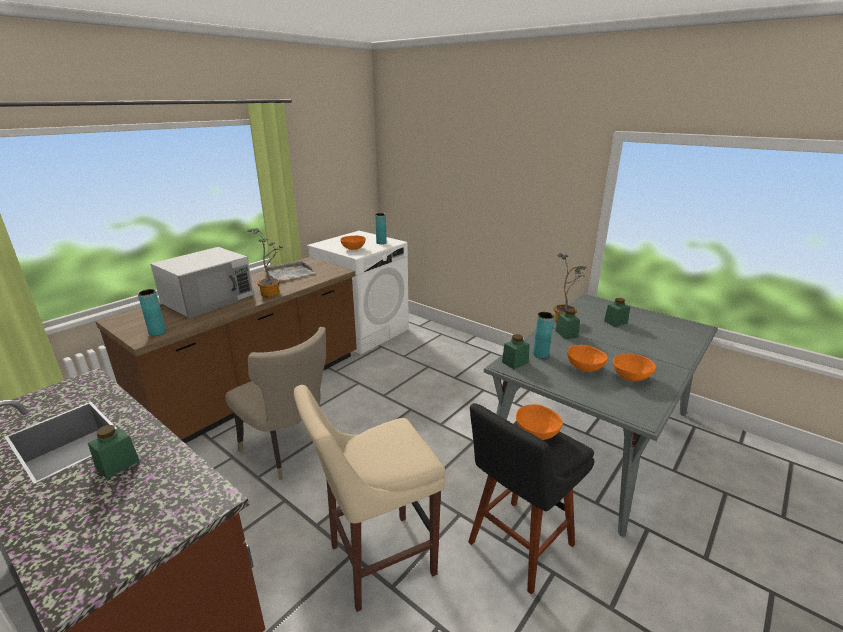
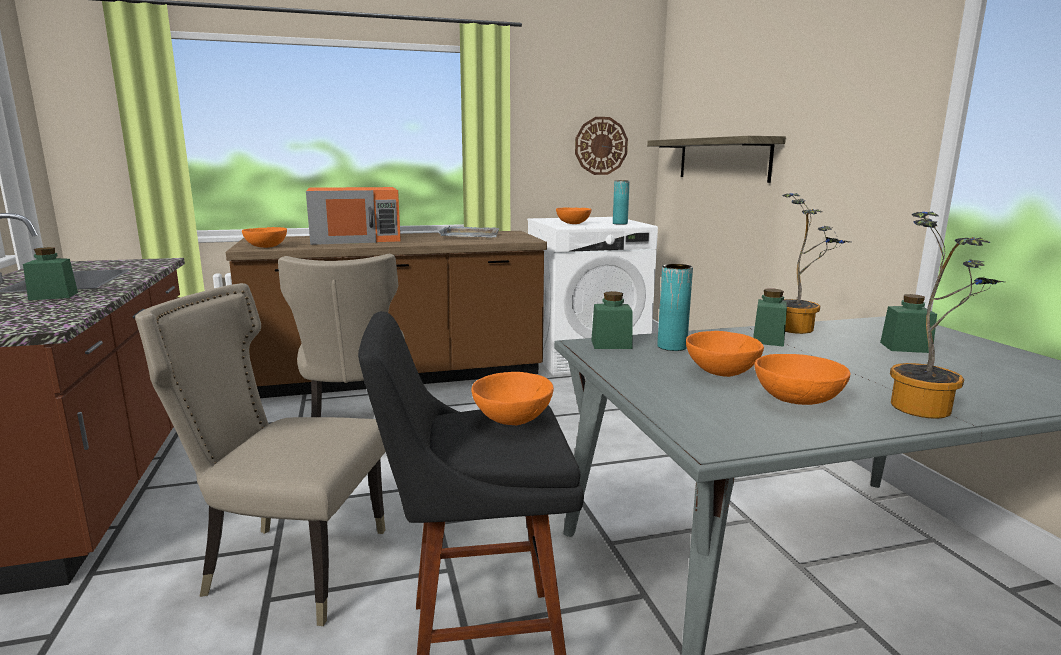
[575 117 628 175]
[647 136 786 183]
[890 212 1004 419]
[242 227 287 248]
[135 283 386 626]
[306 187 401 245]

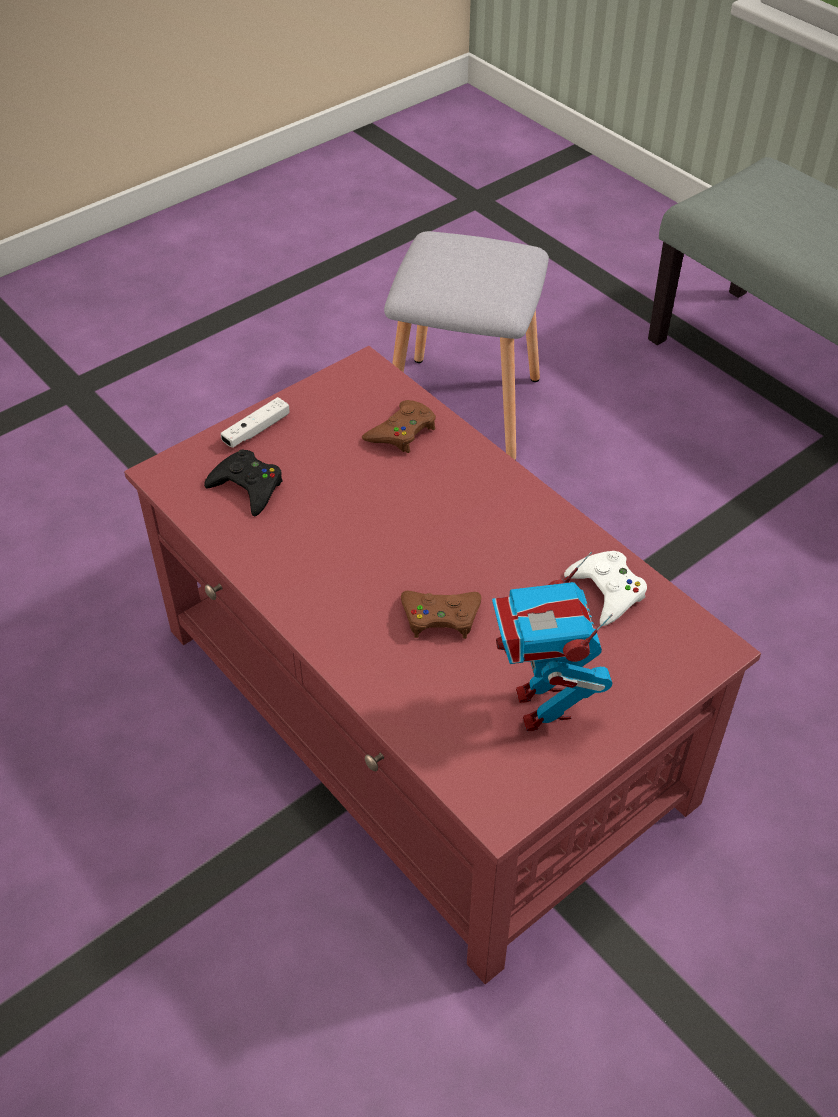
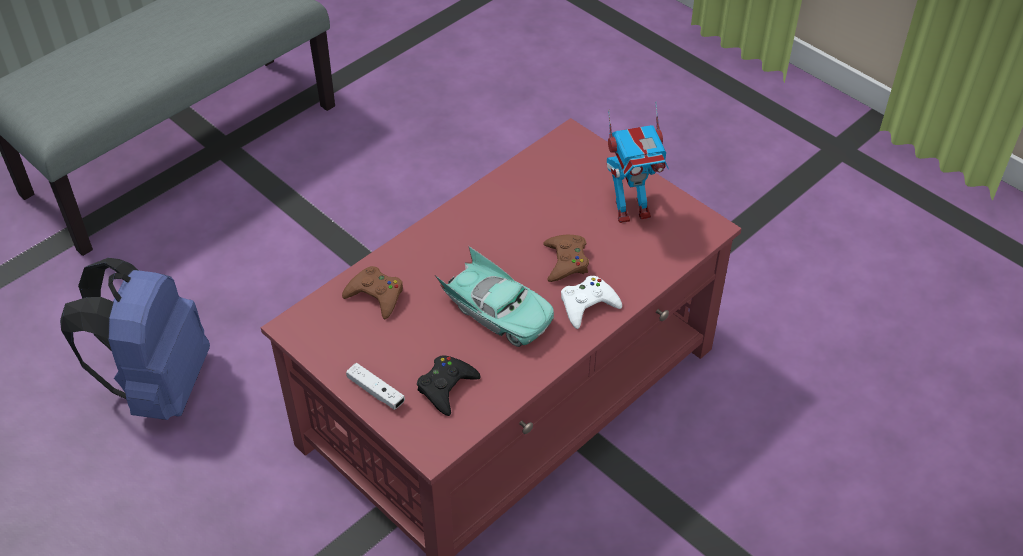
[435 246 554 347]
[561 276 622 329]
[60 258 210 420]

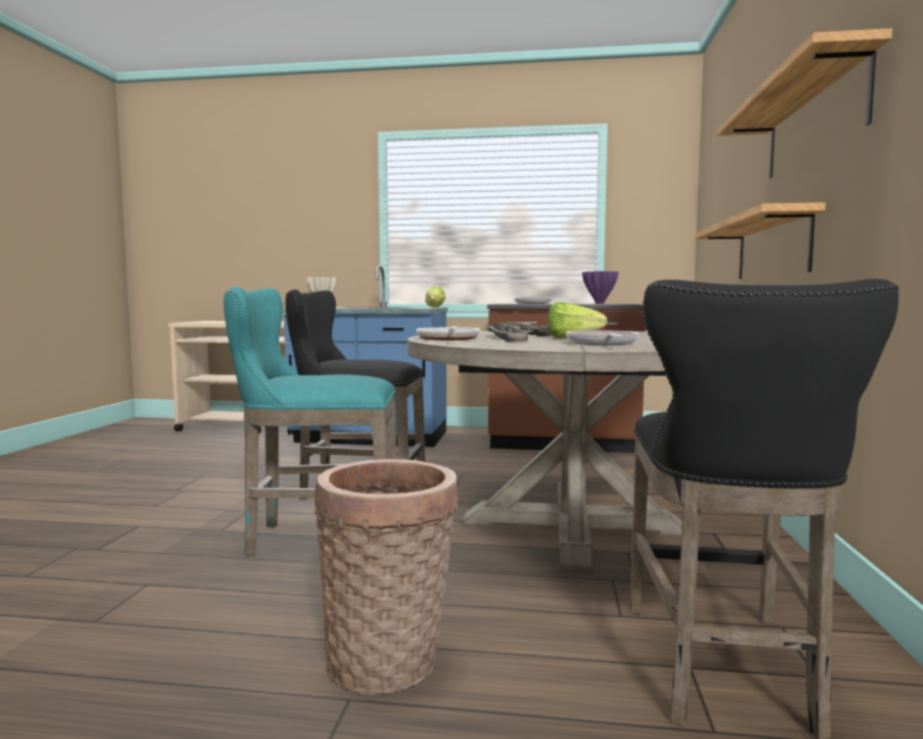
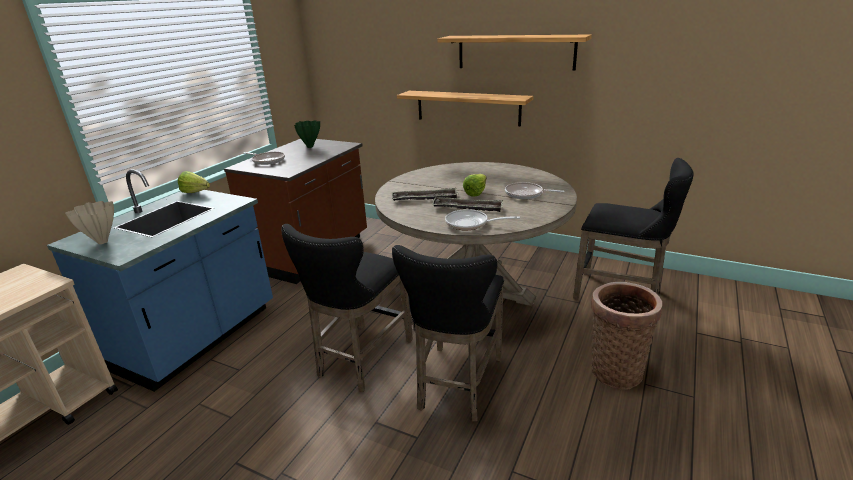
[392 245 504 422]
[294 120 320 148]

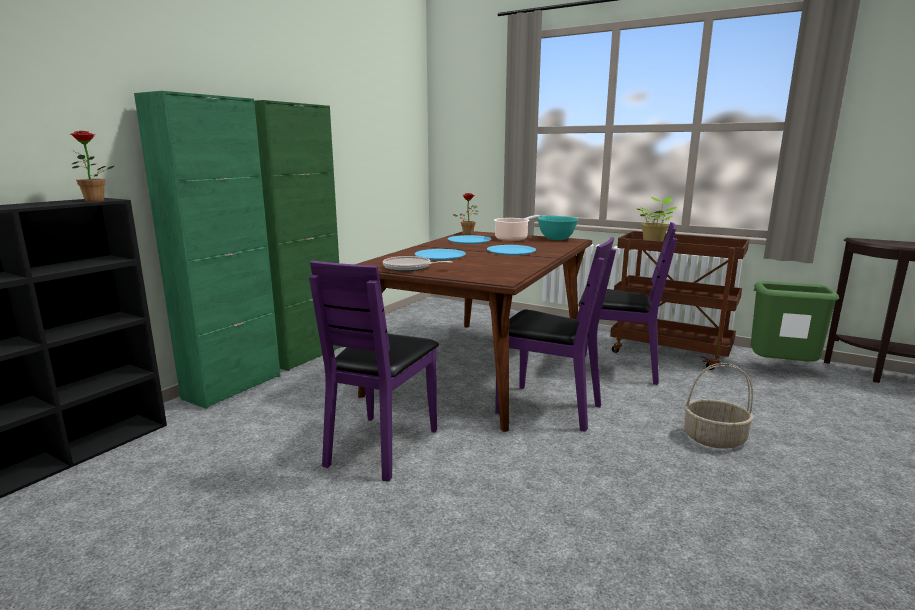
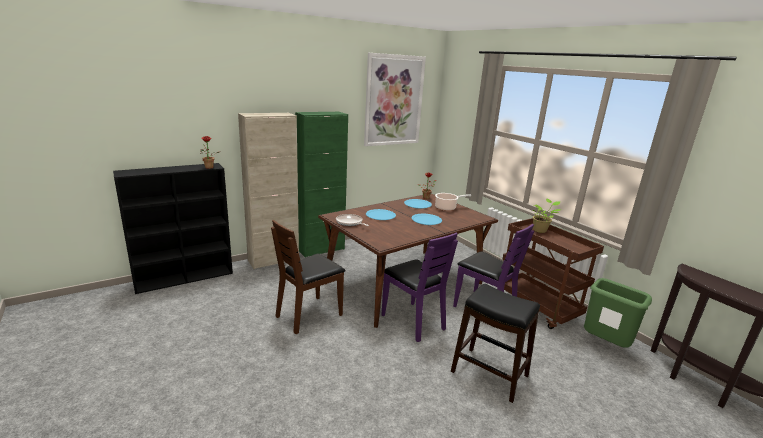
[537 215 578 240] (first image)
[364 53 426 146]
[451 284 540 403]
[238 113 299 269]
[271 220 345 334]

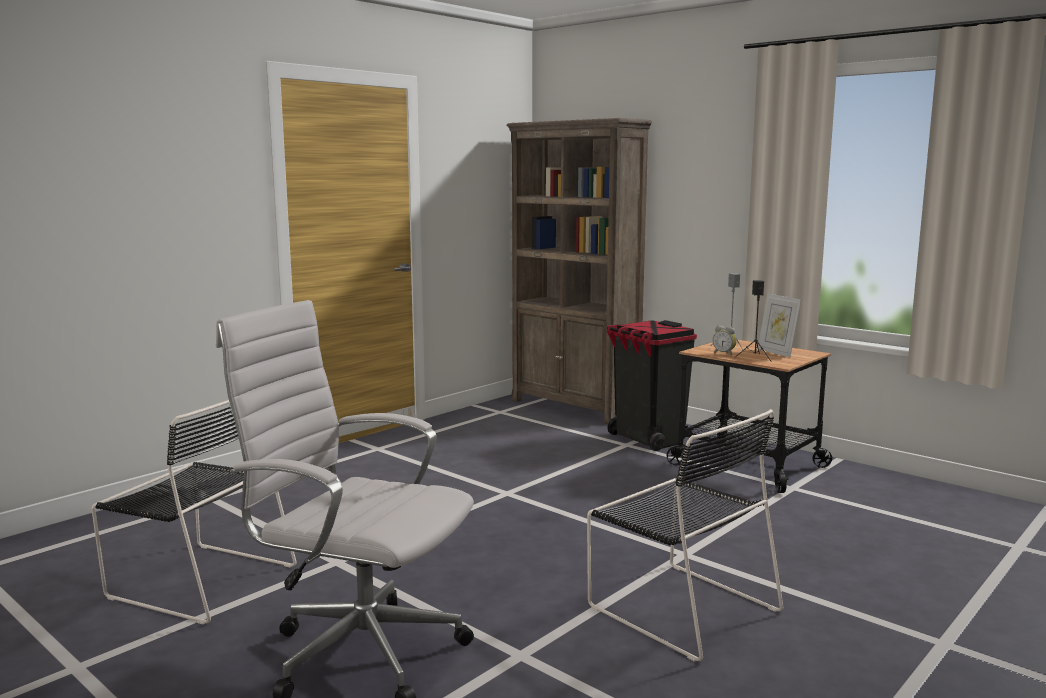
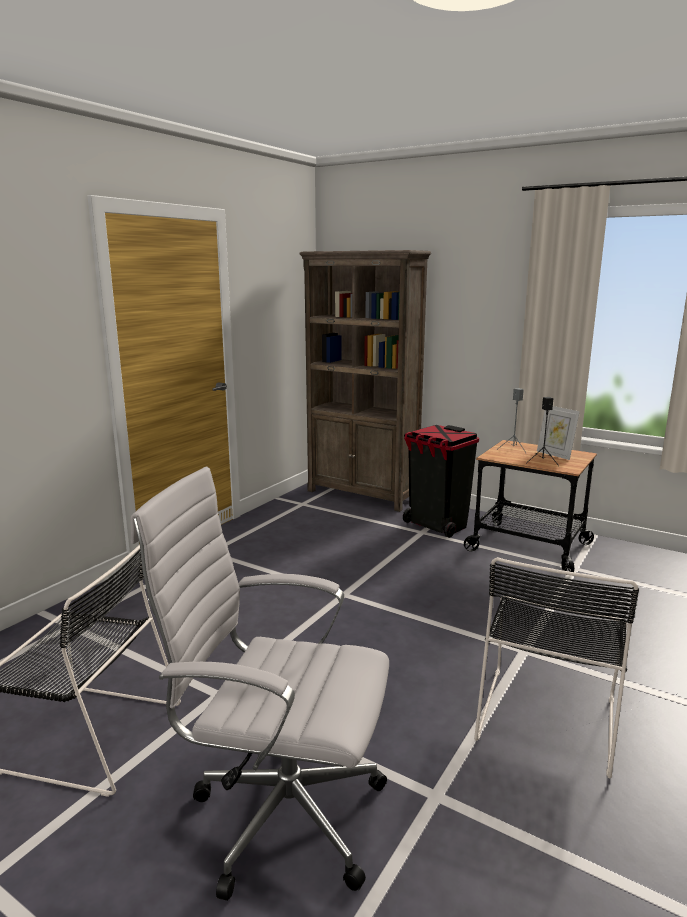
[713 325 737 356] (first image)
[474 557 639 779]

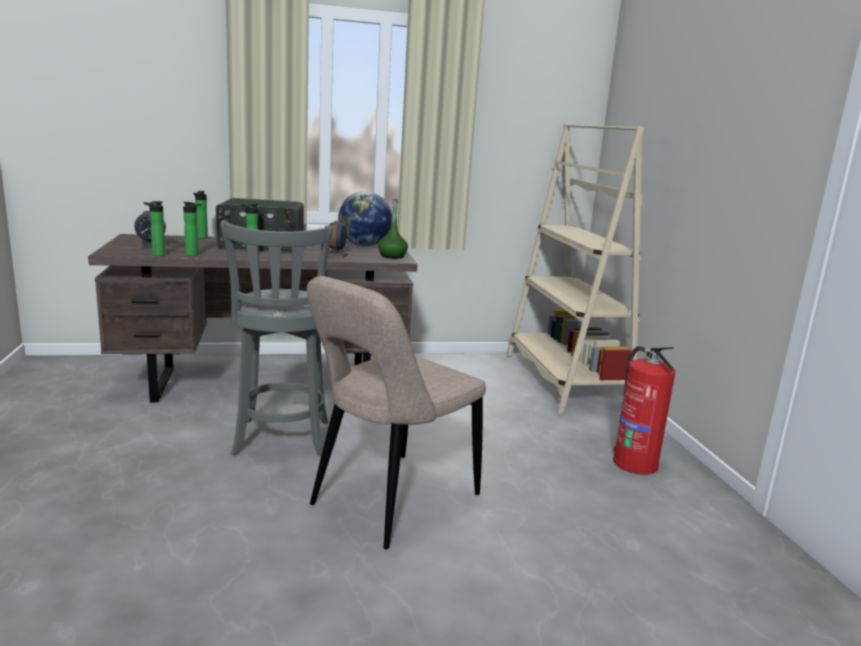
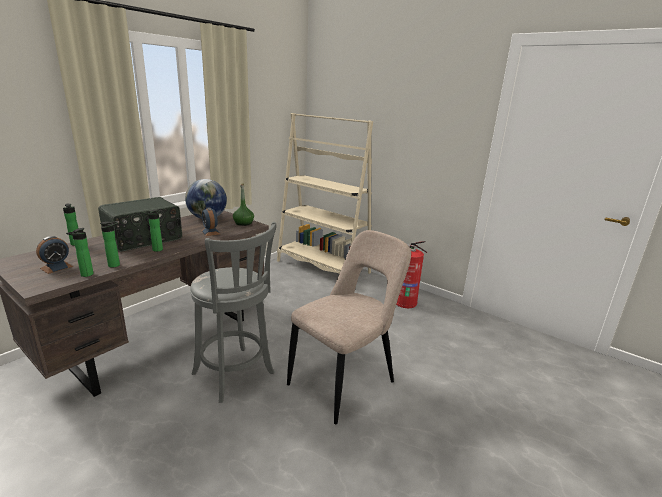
[287 230 411 424]

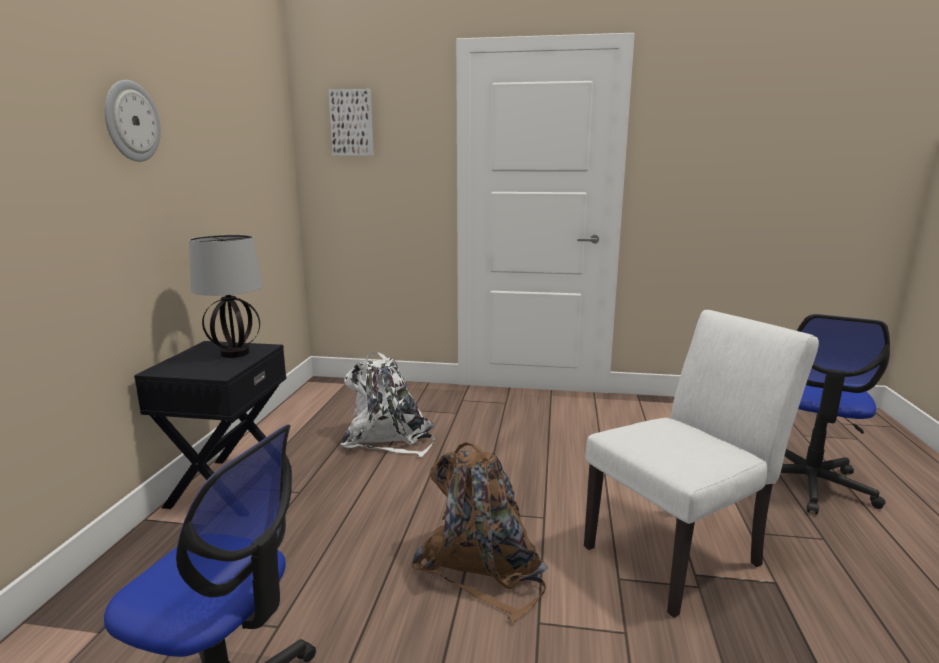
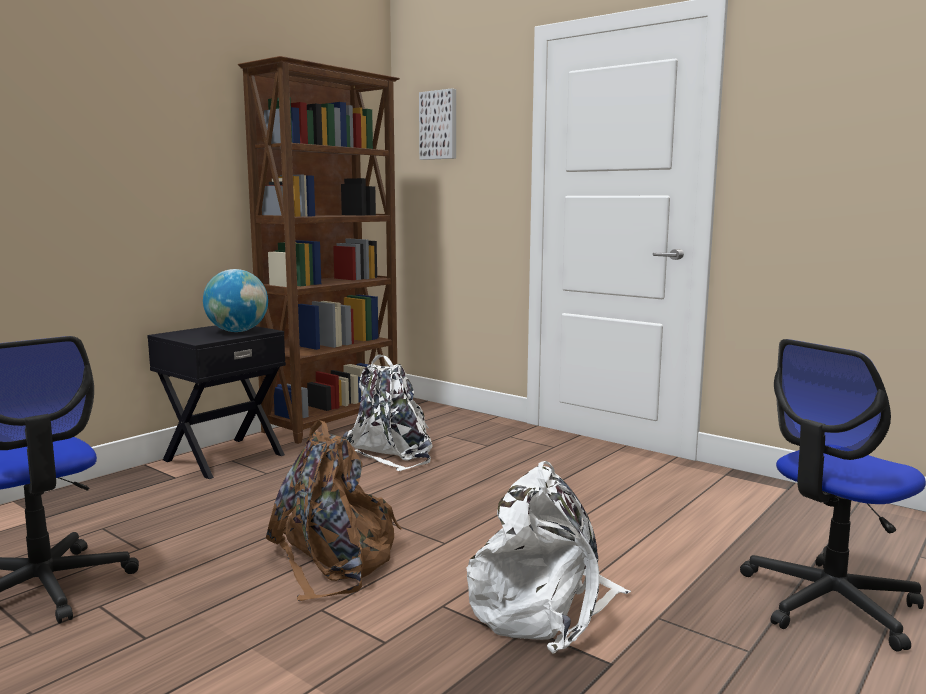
[104 80 161 162] (first image)
[238 56 400 444]
[203 269 268 332]
[466 461 631 654]

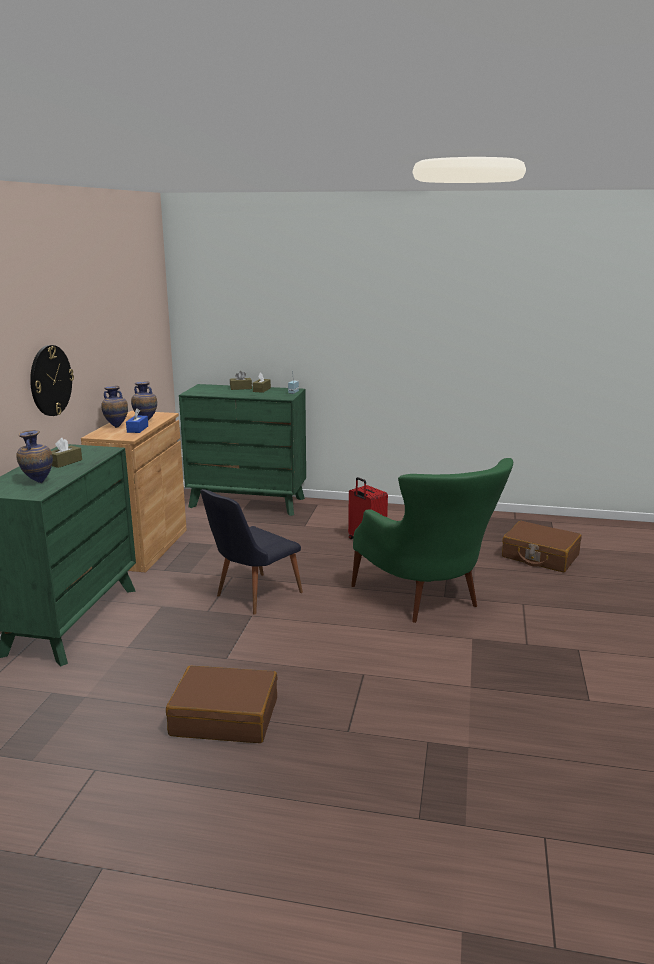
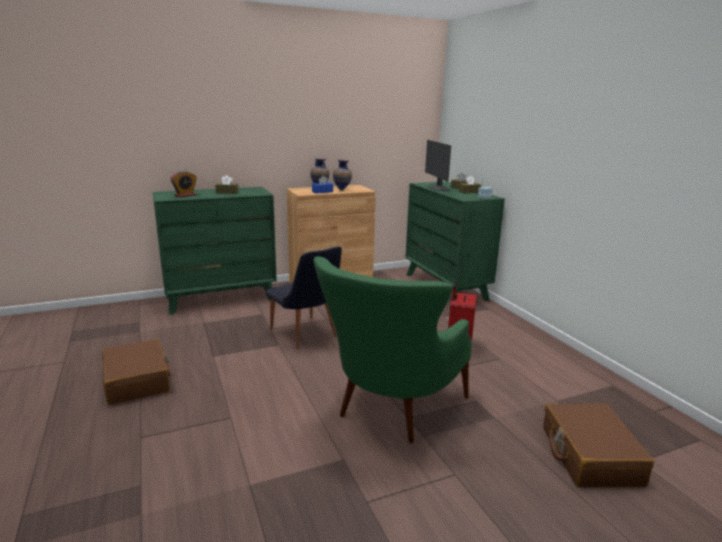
[30 345 74 416] (first image)
[425 140 451 191]
[170 171 197 197]
[266 246 342 349]

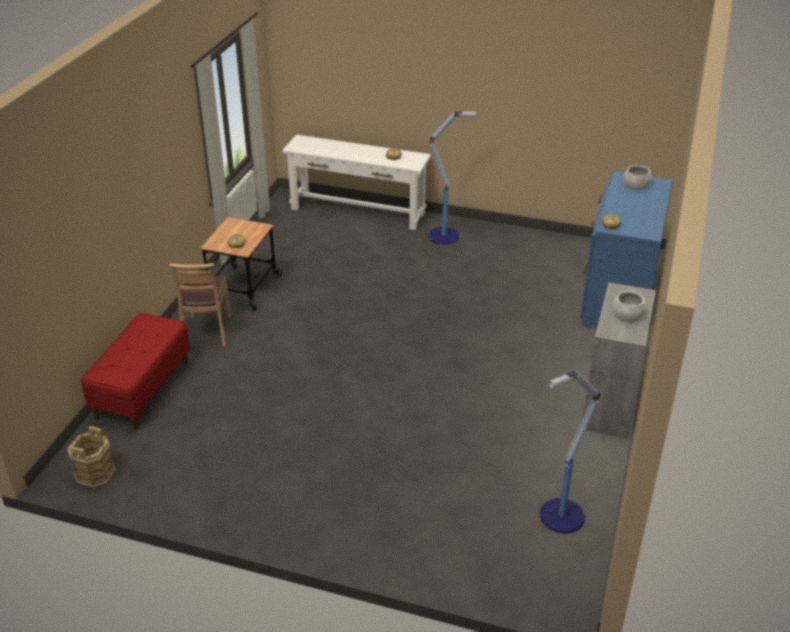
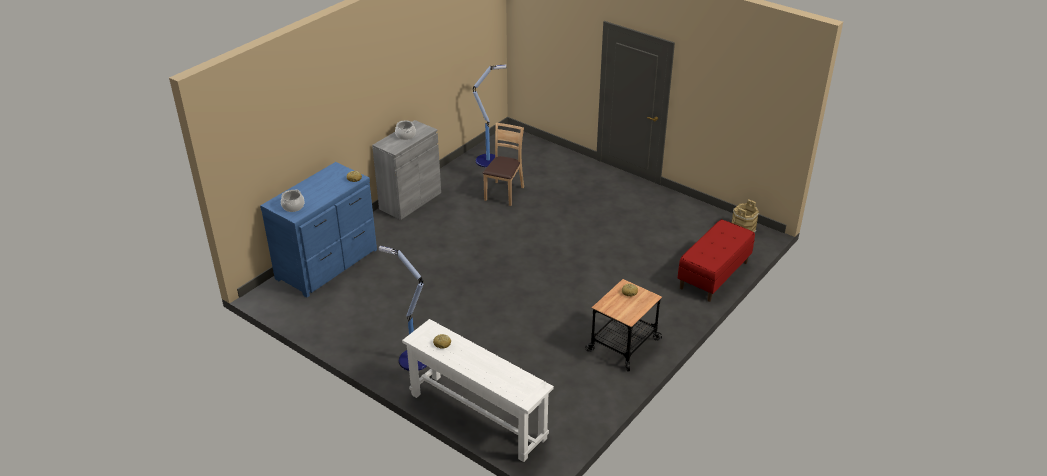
[483 123 524 206]

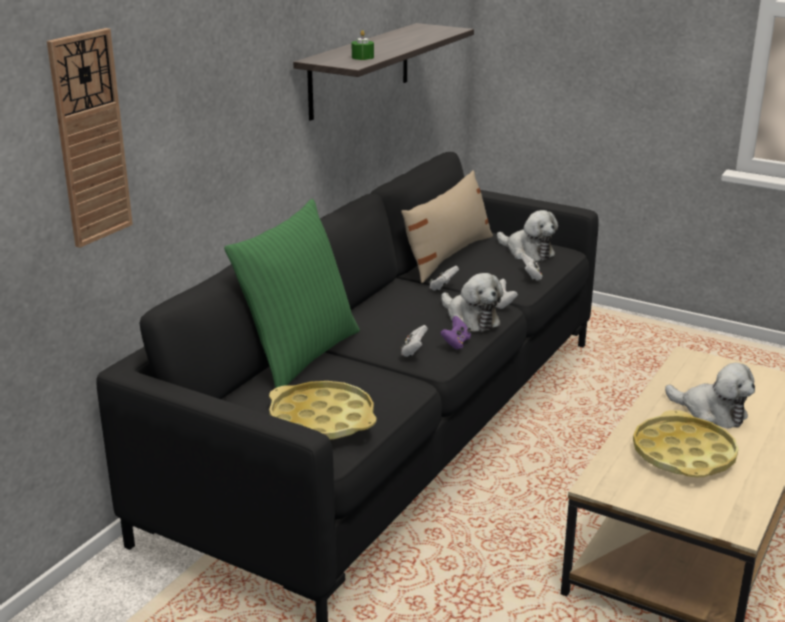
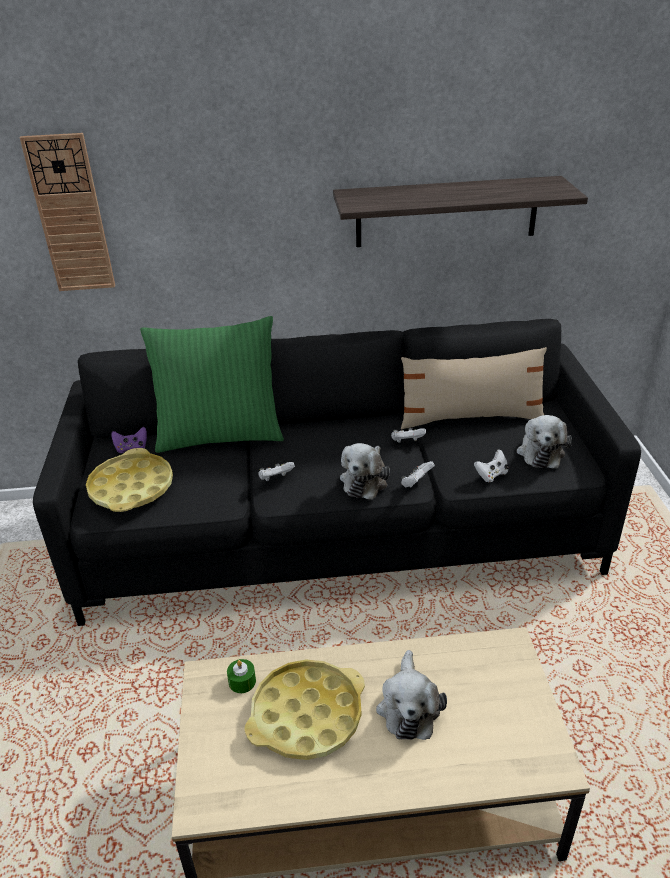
[227 659 256 693]
[111 427 147 453]

